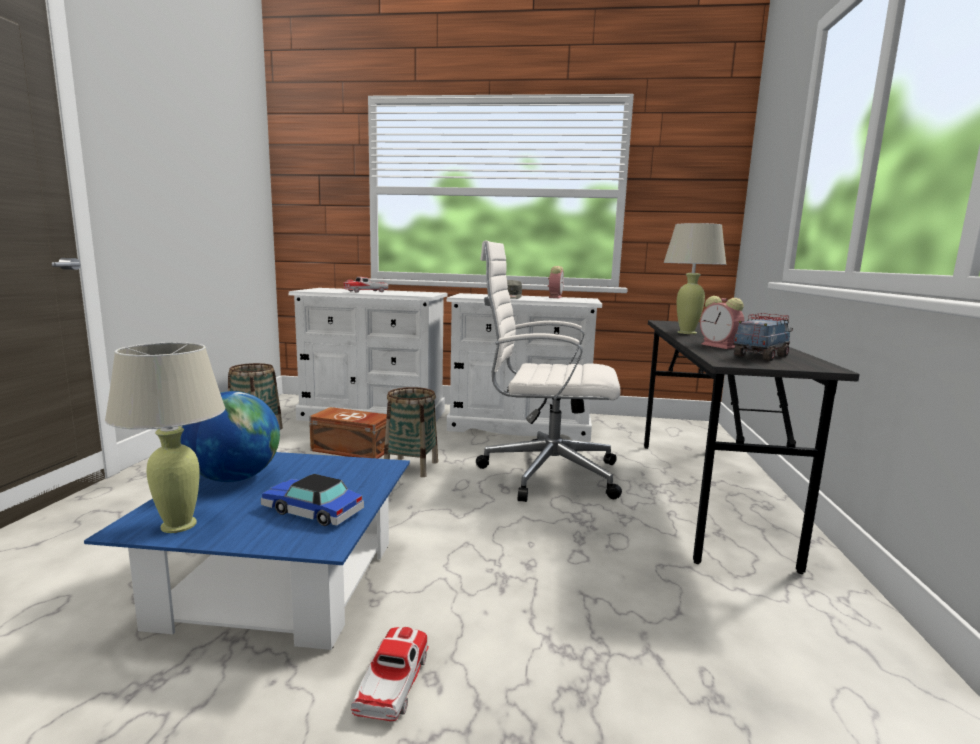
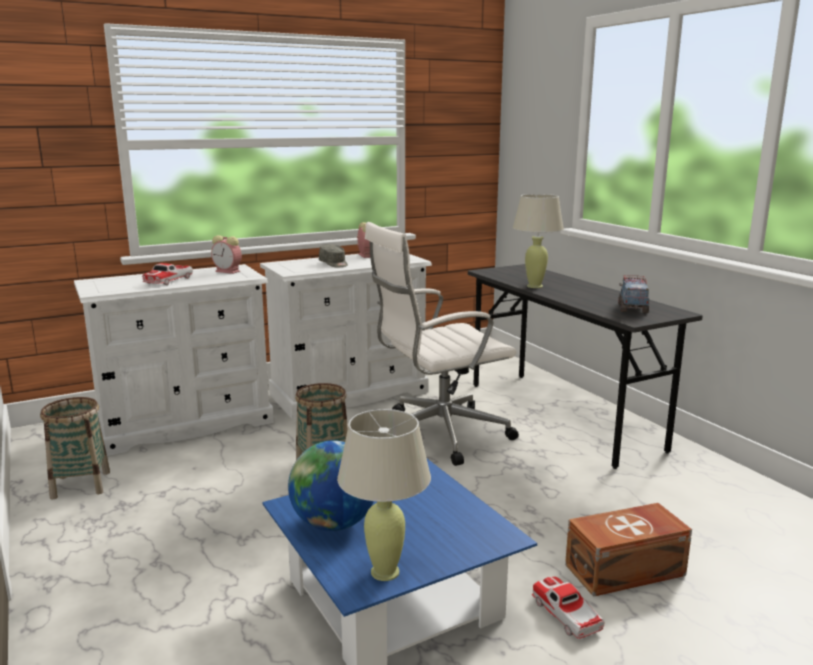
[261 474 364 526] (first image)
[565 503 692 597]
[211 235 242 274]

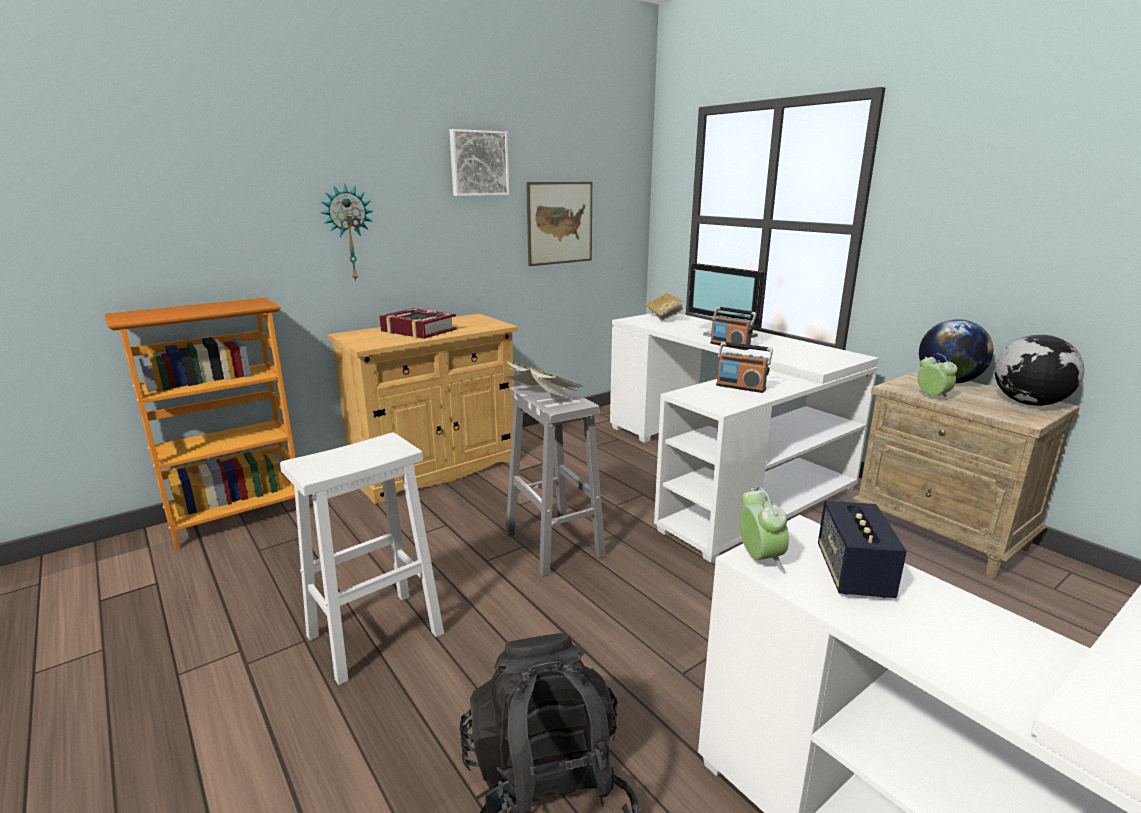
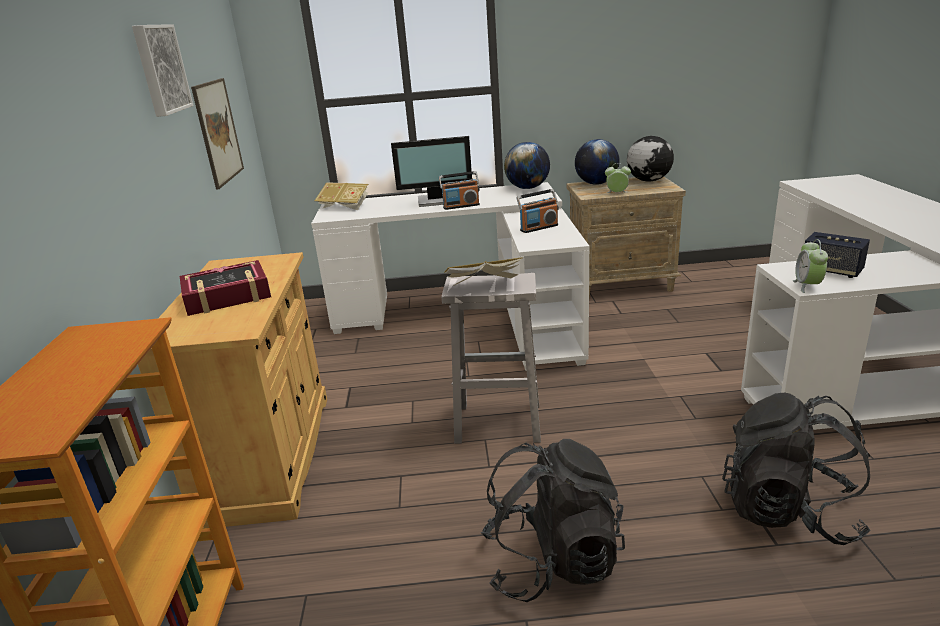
[321 183 373 282] (first image)
[504 142 550 189]
[481 439 625 602]
[793 239 828 293]

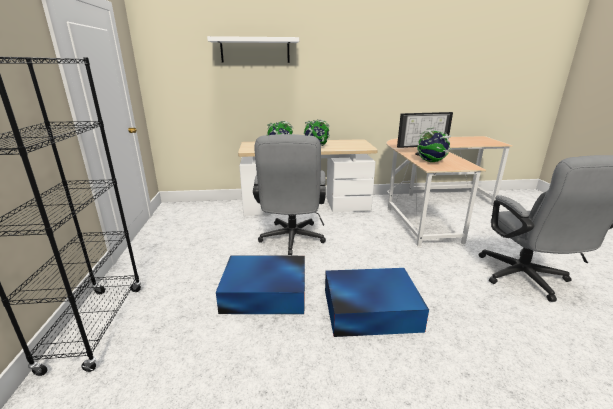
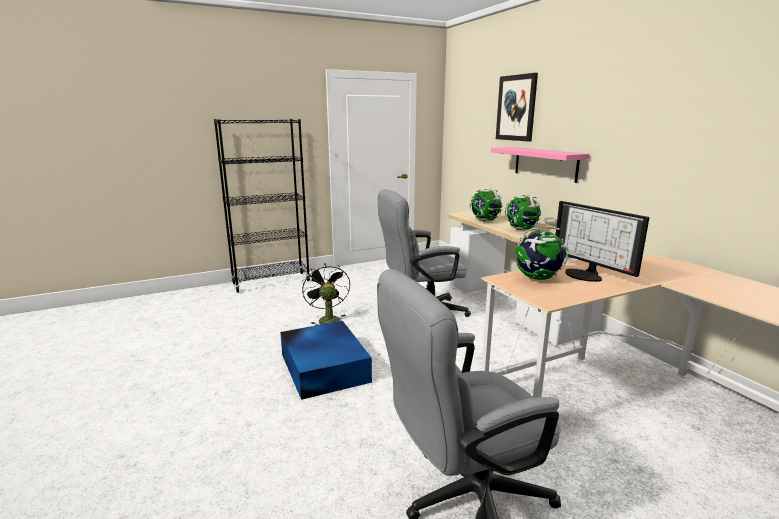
[491 147 590 183]
[496 73 538 142]
[302 263 350 326]

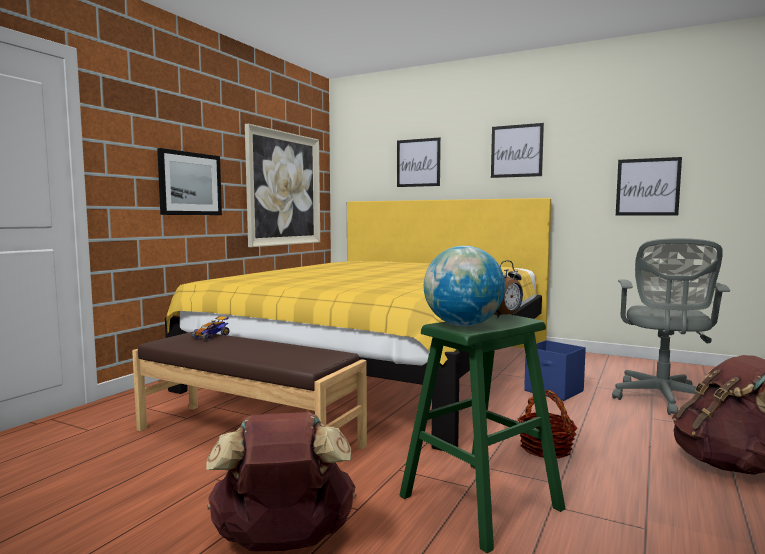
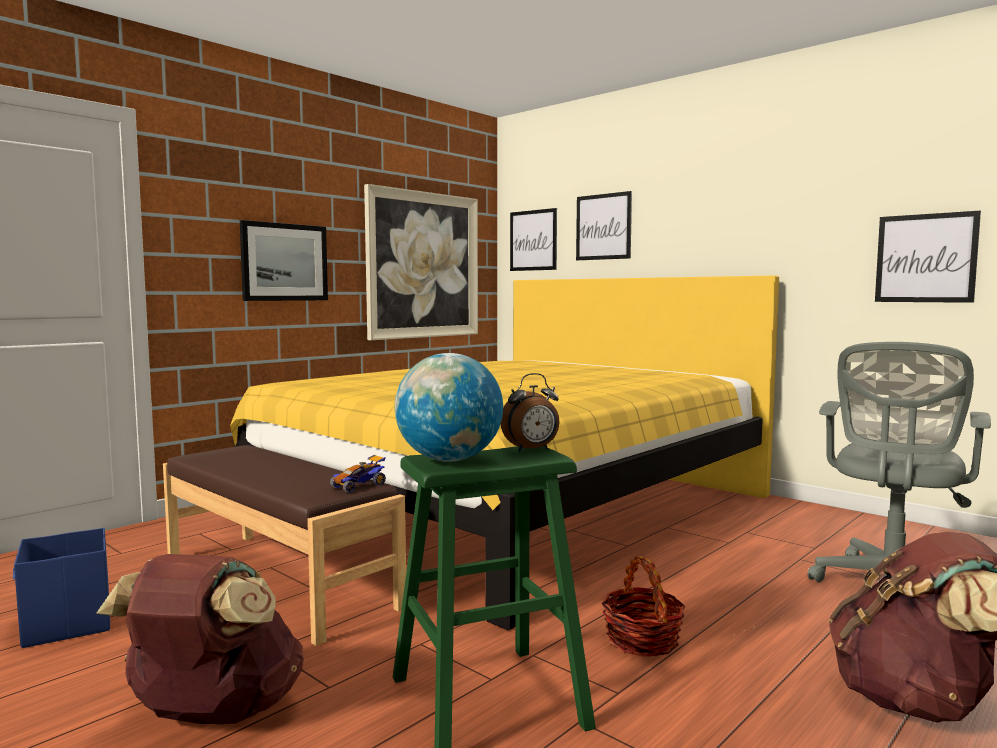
[330 454 386 493]
[510 208 557 271]
[13 528 110 648]

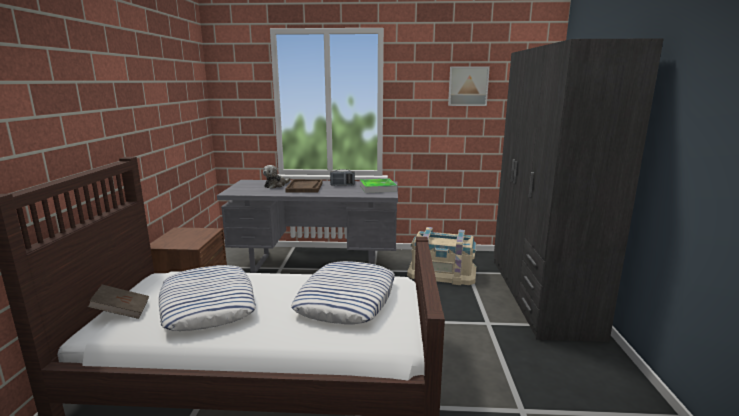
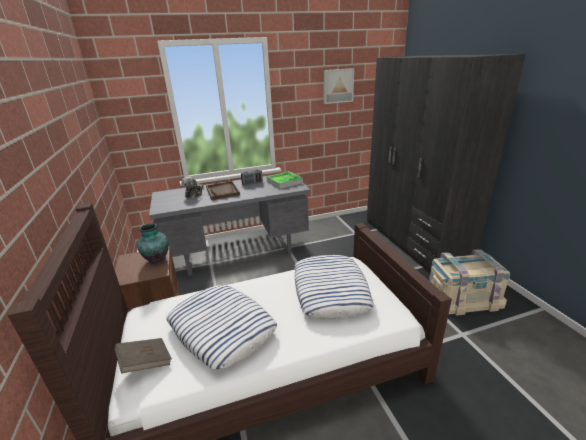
[137 223 169 264]
[429 249 510 315]

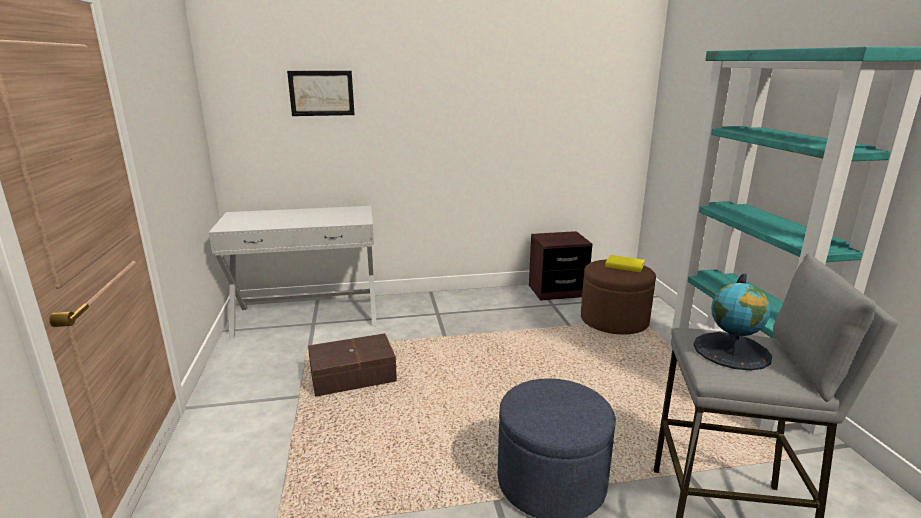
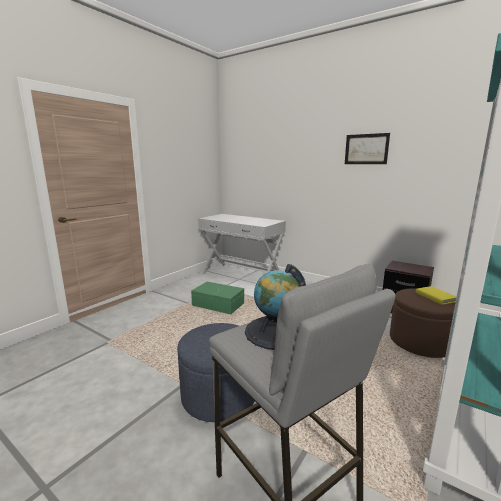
[345 133 390 164]
[191 282 244 314]

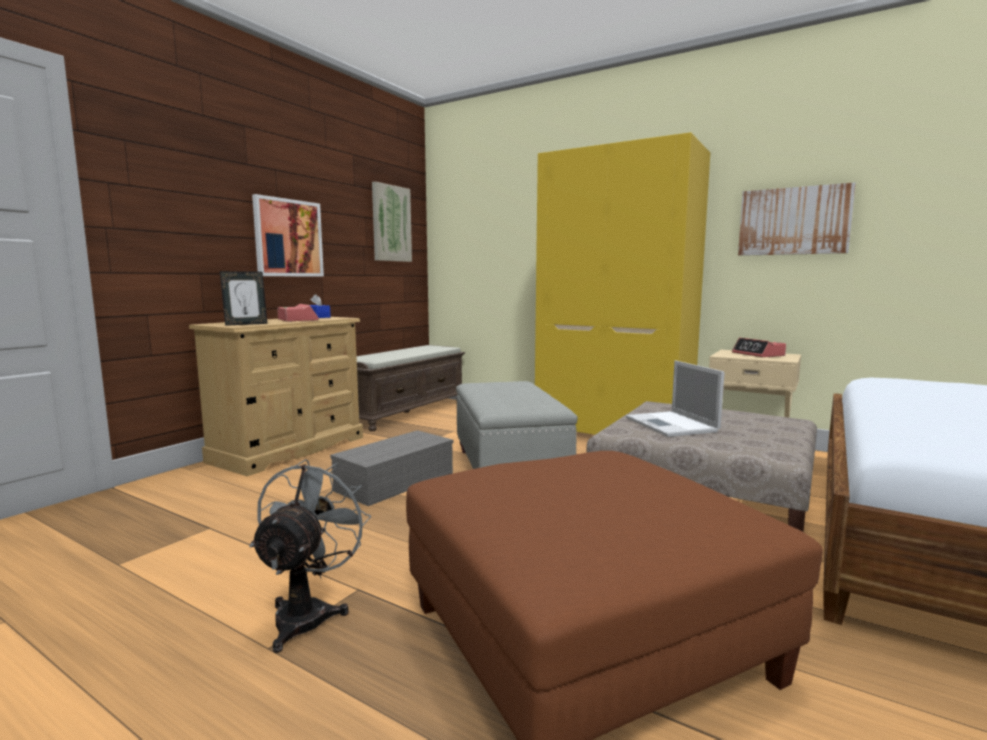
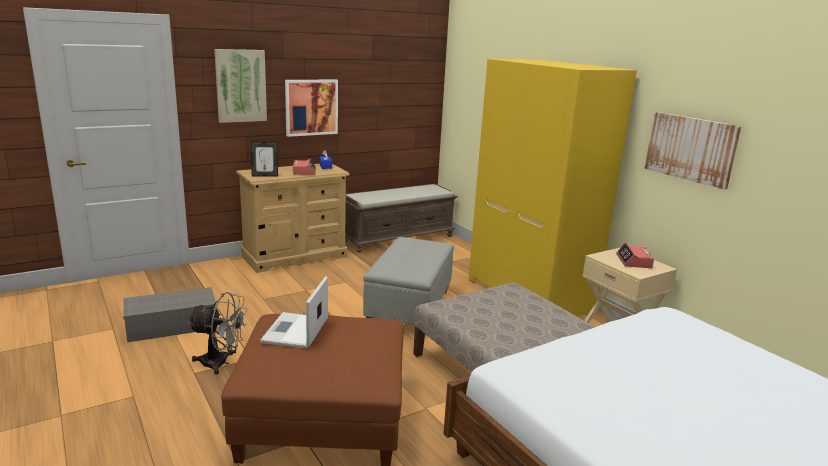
[123 287 217 342]
[214 49 267 123]
[260 276 328 349]
[188 292 247 374]

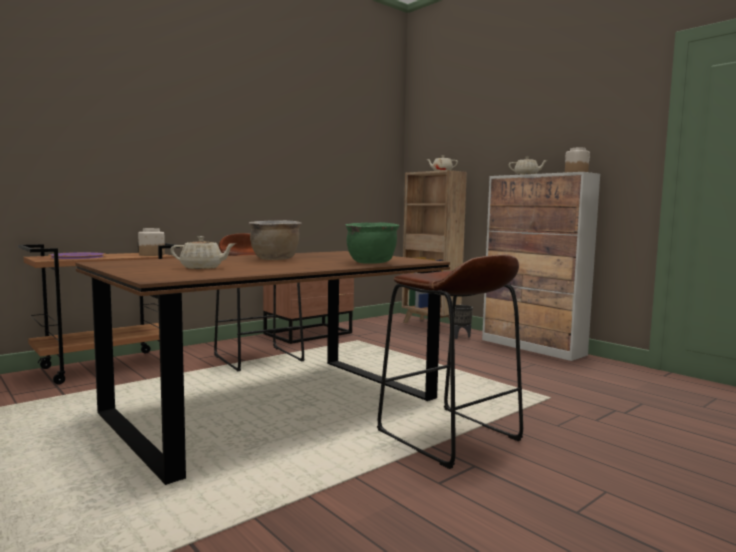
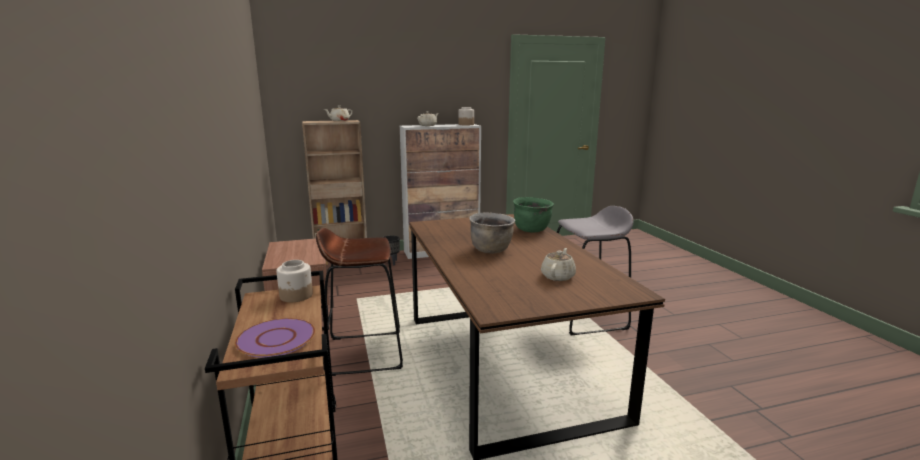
[557 206 633 336]

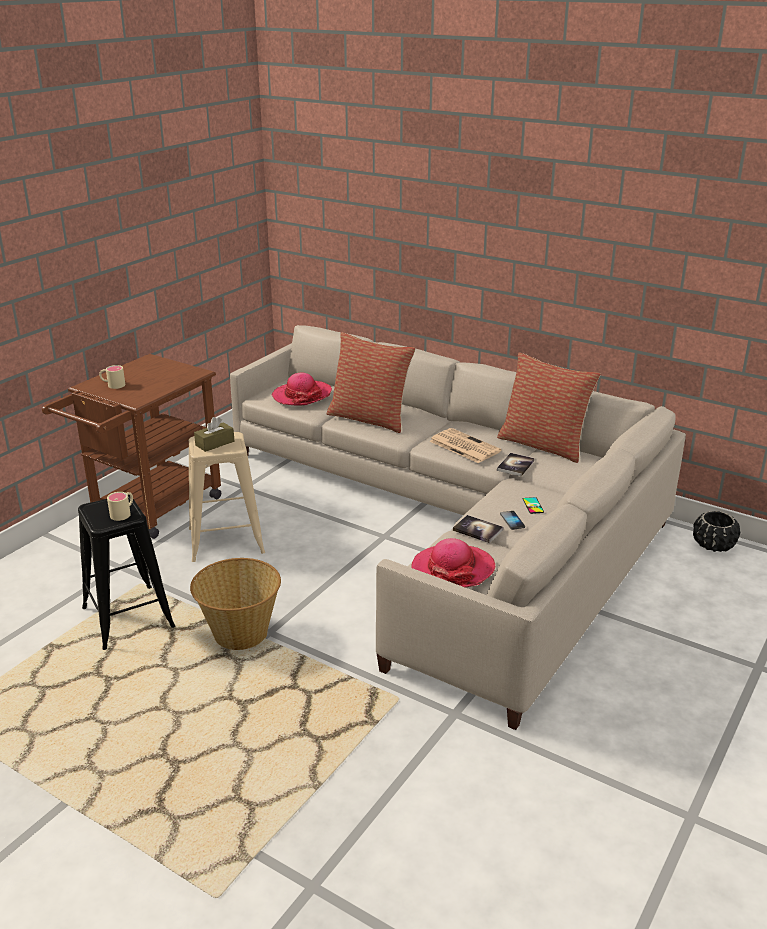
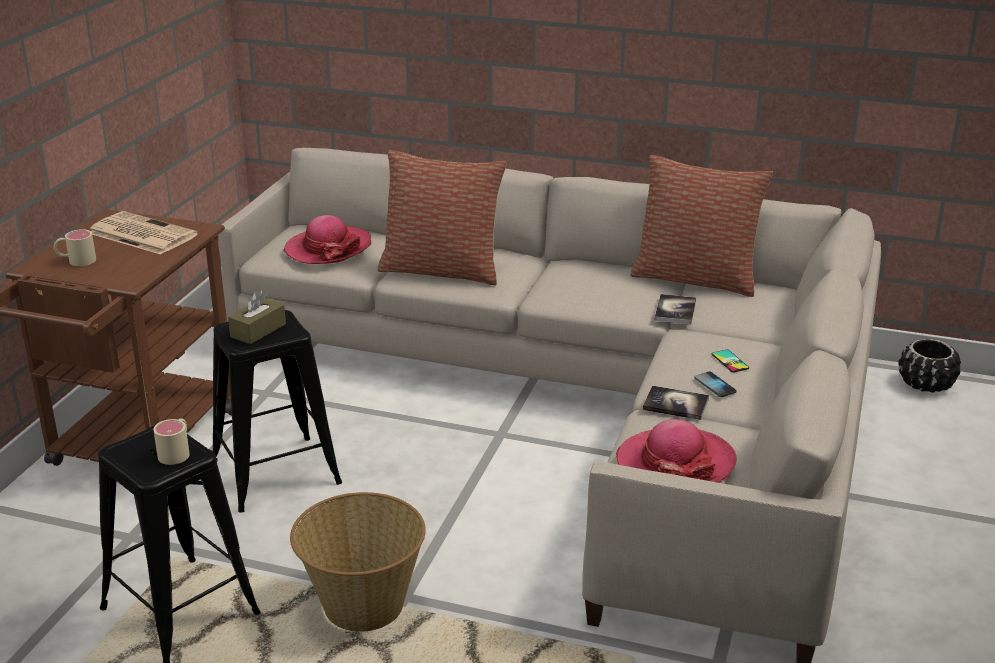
[90 211 198 255]
[213 310 342 513]

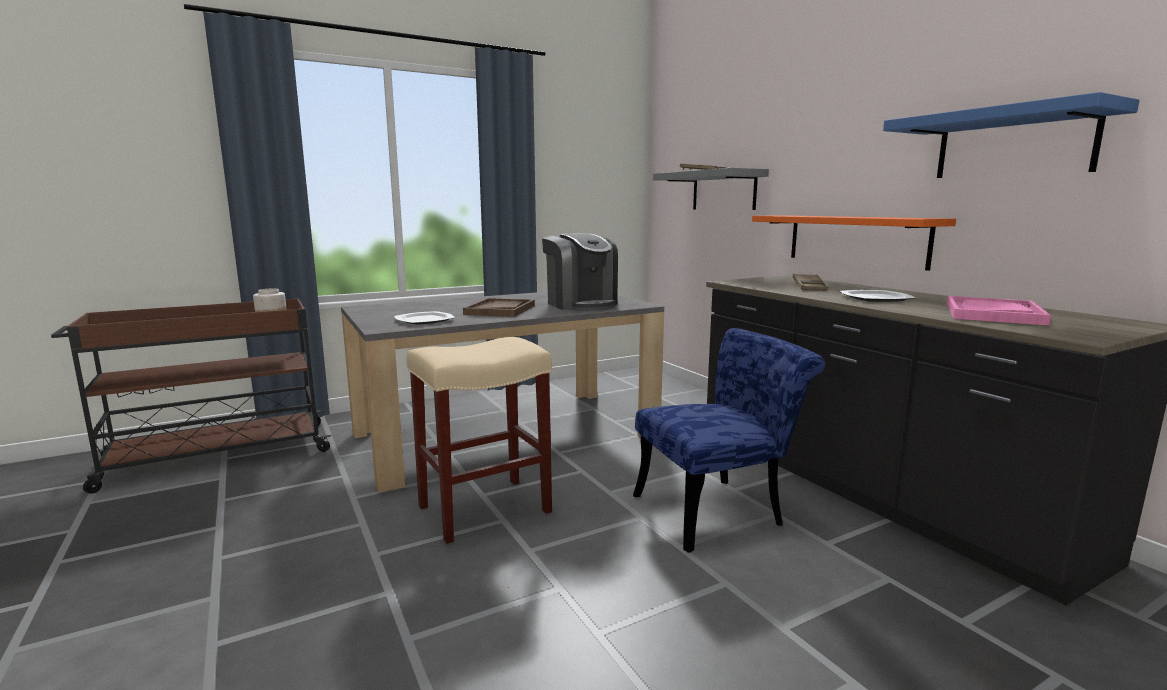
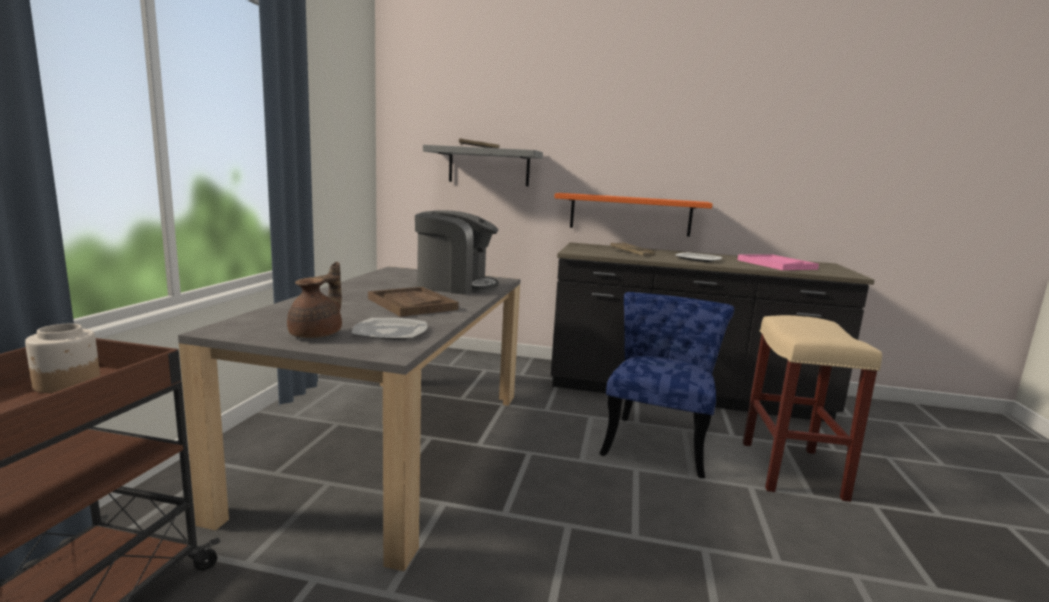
[883 92 1140 178] (first image)
[287 262 342 338]
[743 315 882 502]

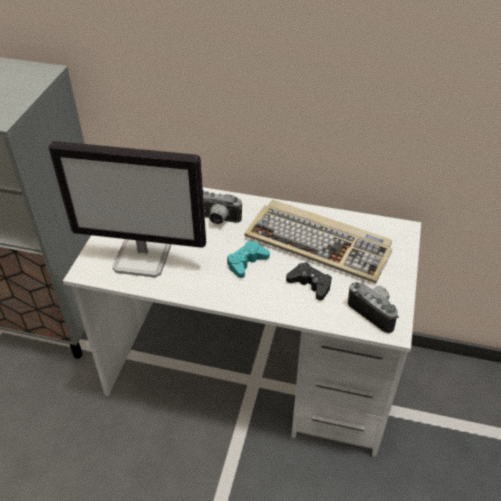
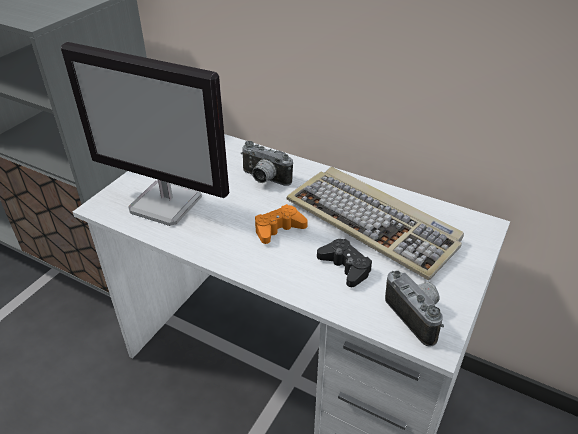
[255 204 308 244]

